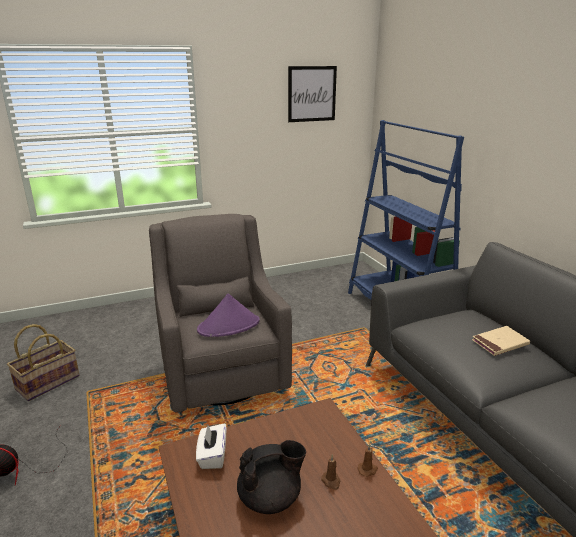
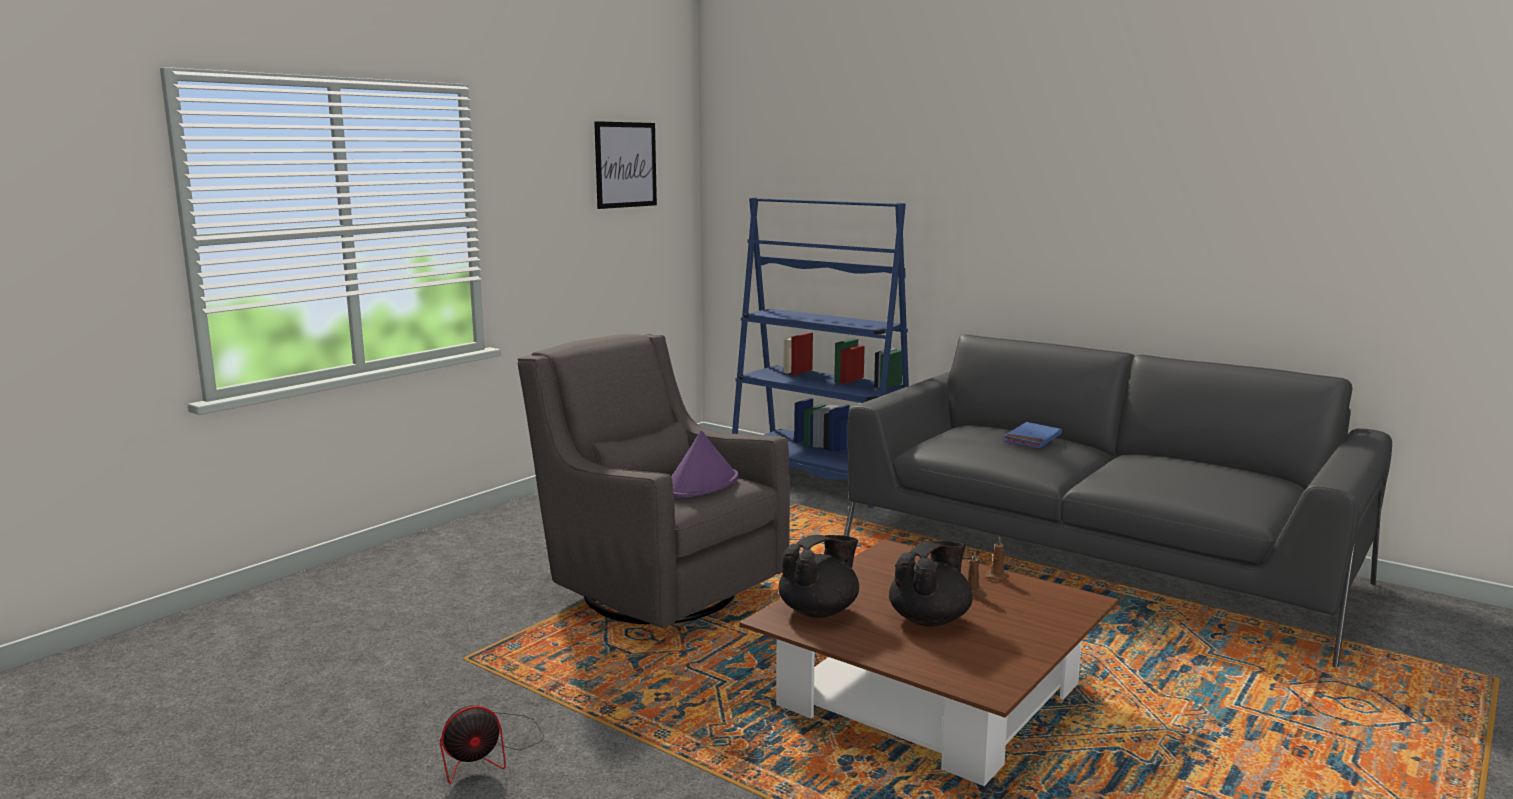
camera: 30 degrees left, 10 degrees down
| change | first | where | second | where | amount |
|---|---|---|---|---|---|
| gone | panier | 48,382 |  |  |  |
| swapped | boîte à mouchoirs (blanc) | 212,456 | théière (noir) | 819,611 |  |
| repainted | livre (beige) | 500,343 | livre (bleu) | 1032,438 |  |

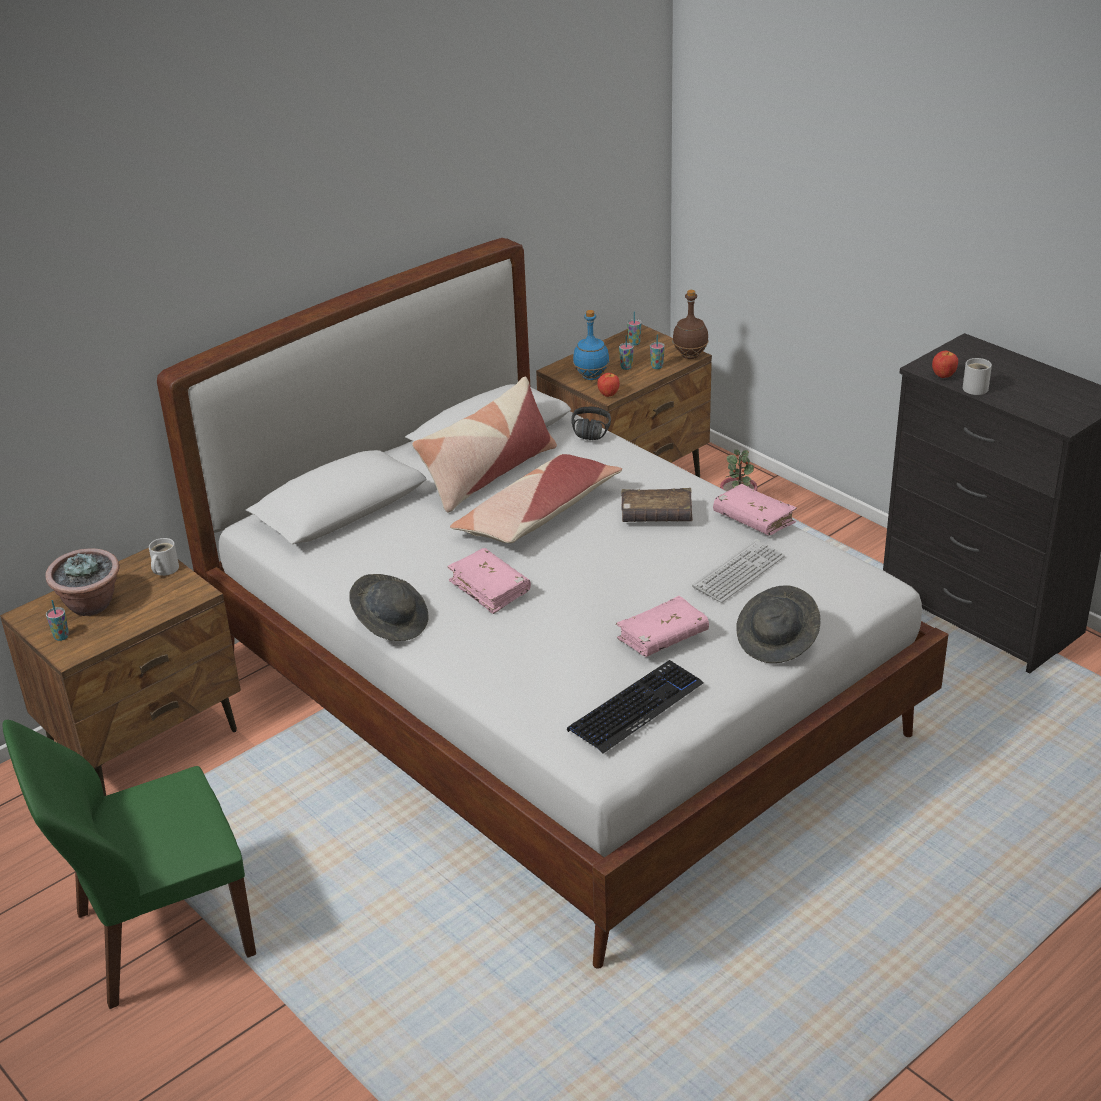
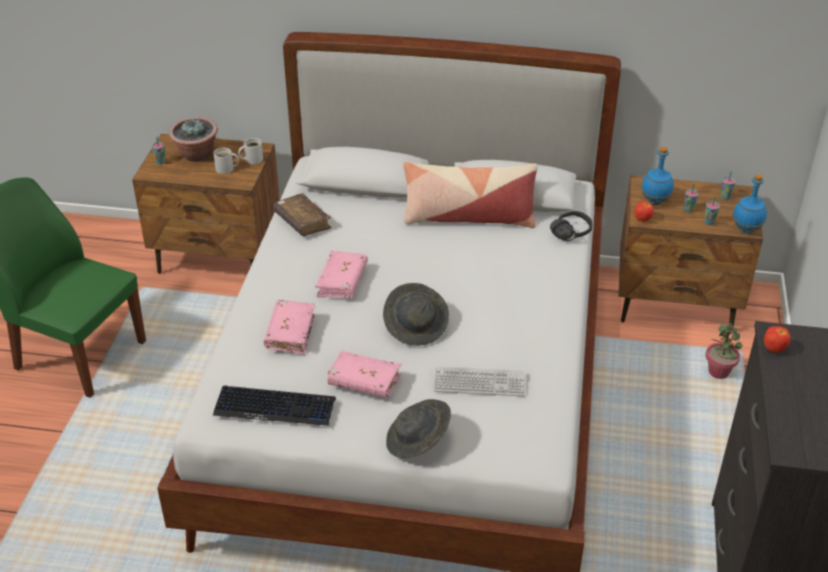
camera: 50 degrees right, 5 degrees up
| change | first | where | second | where | amount |
|---|---|---|---|---|---|
| gone | coussin | 537,515 |  |  |  |
| shifted | chapeau (gris) | 391,622 |  | 416,326 |  |
| shifted | livre (marron) | 656,515 |  | 302,222 |  |
| shifted | livre (rose) | 753,519 |  | 290,333 |  |
| shifted | mug (blanc) | 977,388 |  | 226,169 |  |
| repainted | bouteille (marron) | 690,355 | bouteille (bleu) | 746,229 |  |

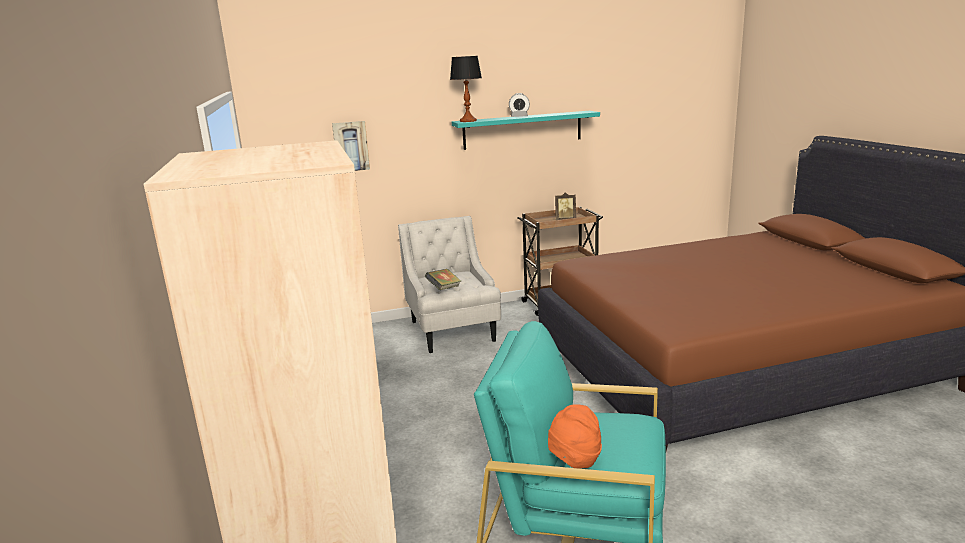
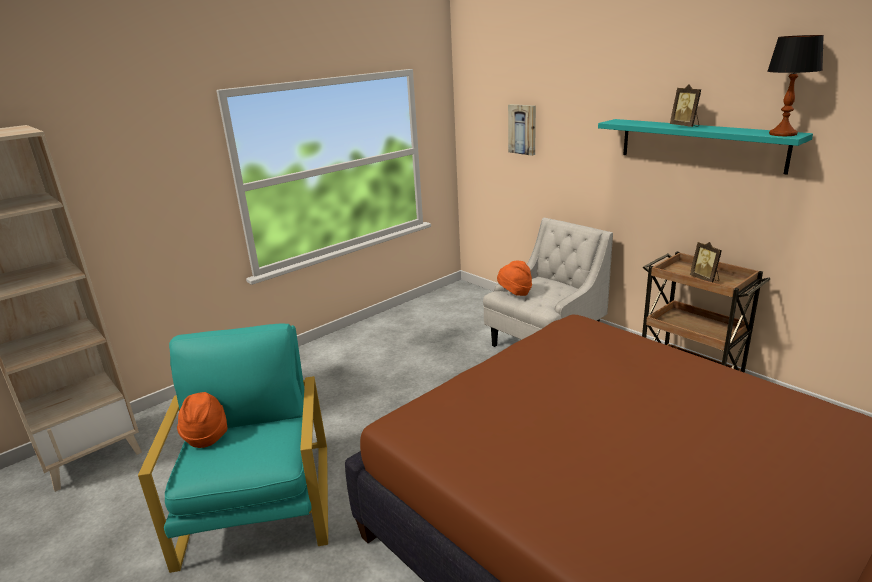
camera: 65 degrees right, 5 degrees up
| change | first | where | second | where | amount |
|---|---|---|---|---|---|
| shifted | lampe de table | 468,121 |  | 782,134 |  |
| swapped | livre | 444,289 | chapeau (orange) | 515,293 |  |
| swapped | réveil | 519,116 | cadre photo | 685,126 |  |

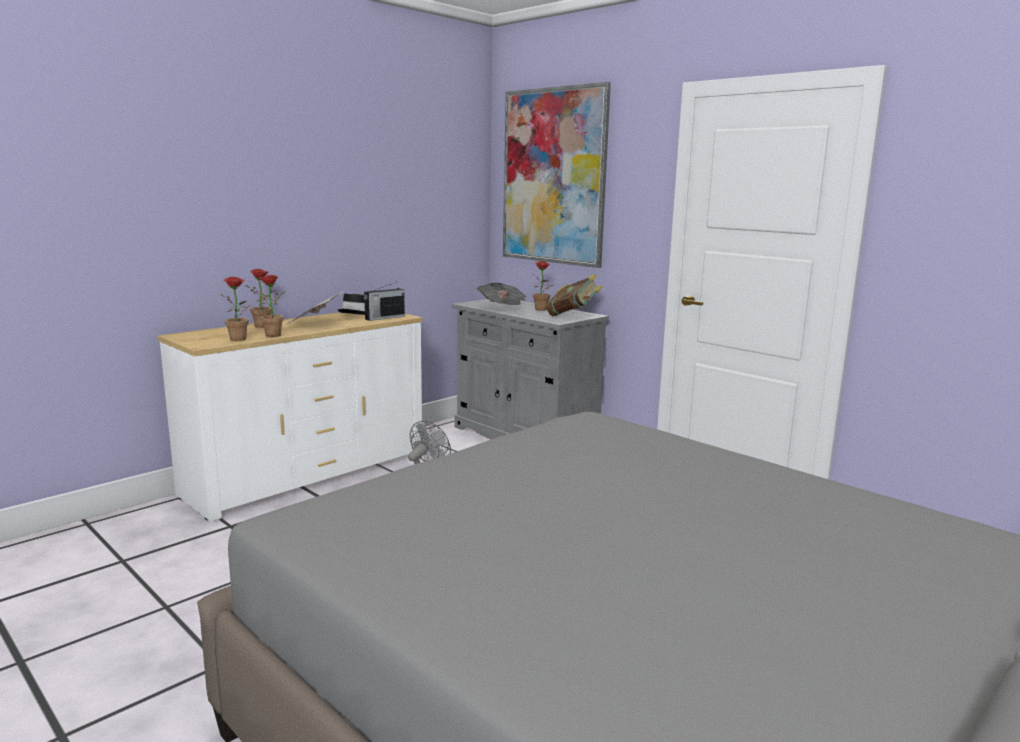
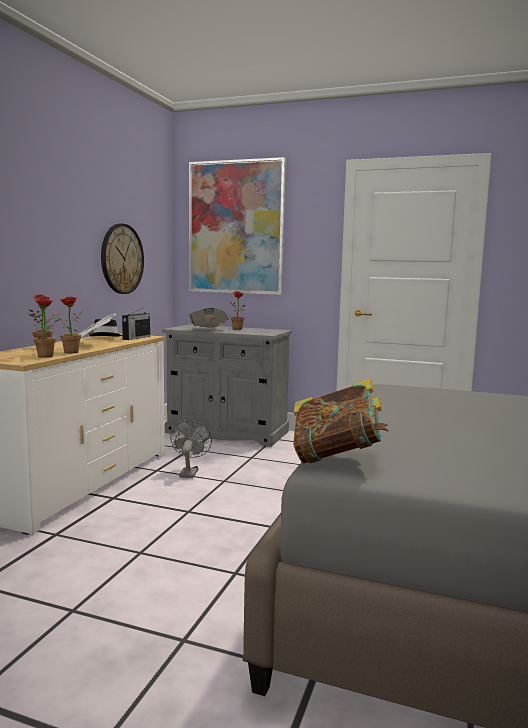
camera: 25 degrees left, 5 degrees down
| change | first | where | second | where | amount |
|---|---|---|---|---|---|
| new |  |  | horloge murale | 122,259 |  |
| shifted | livre | 573,316 |  | 336,457 |  |

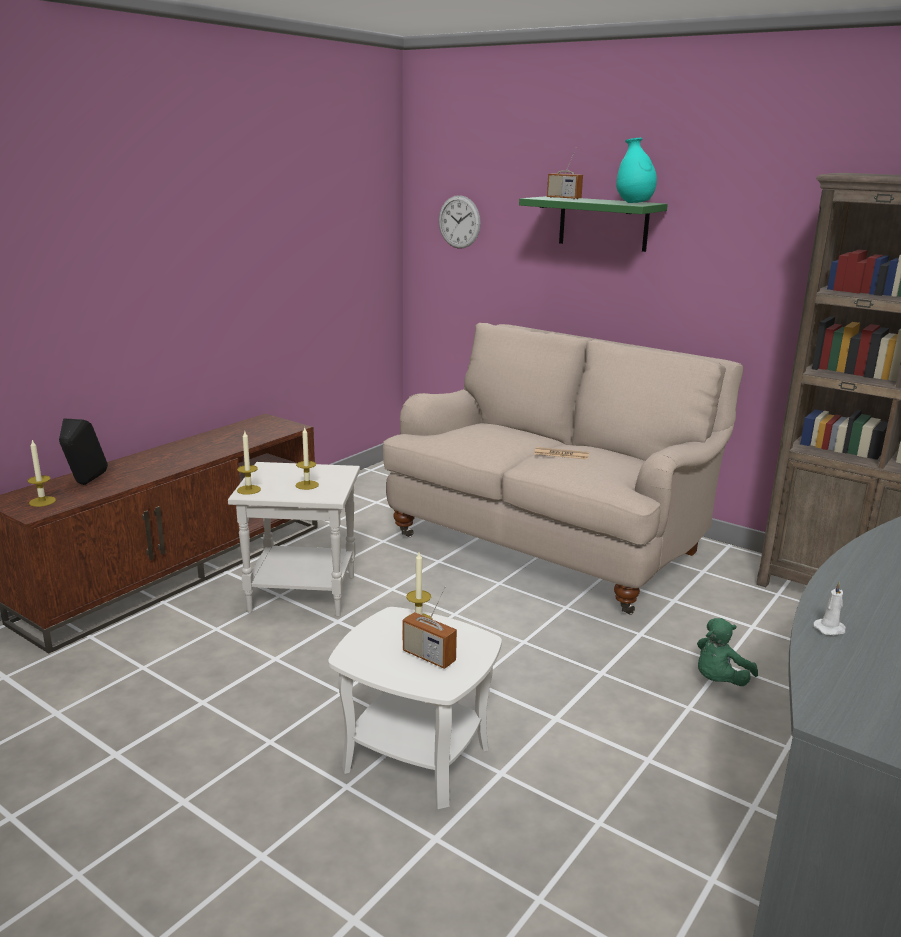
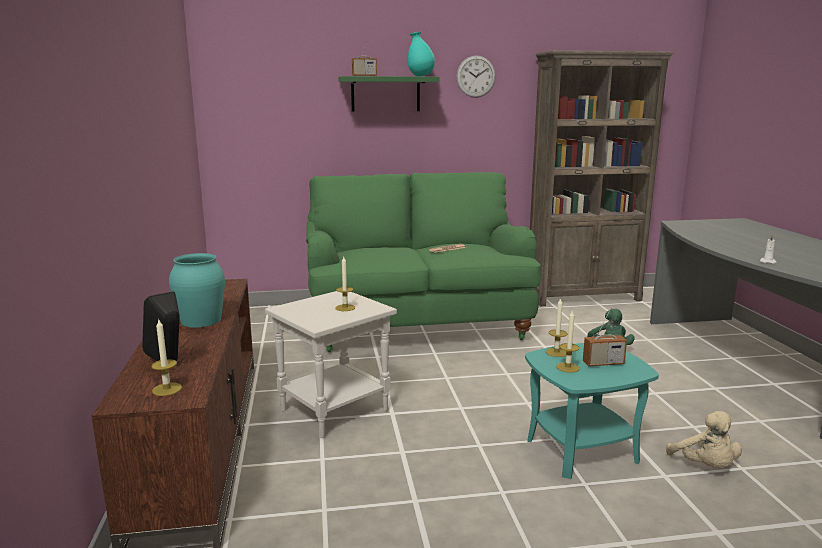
camera: 45 degrees left, 5 degrees down
| change | first | where | second | where | amount |
|---|---|---|---|---|---|
| new |  |  | vase (turquoise) | 201,320 |  |
| new |  |  | peluche (beige) | 705,466 |  |
| shifted | bougie | 248,490 |  | 567,367 |  |
| shifted | horloge murale | 459,222 |  | 475,76 |  |
| repainted | table d'appoint (blanc) | 417,758 | table d'appoint (turquoise) | 582,450 |  |
| repainted | canapé (beige) | 551,542 | canapé (vert) | 416,323 |  |

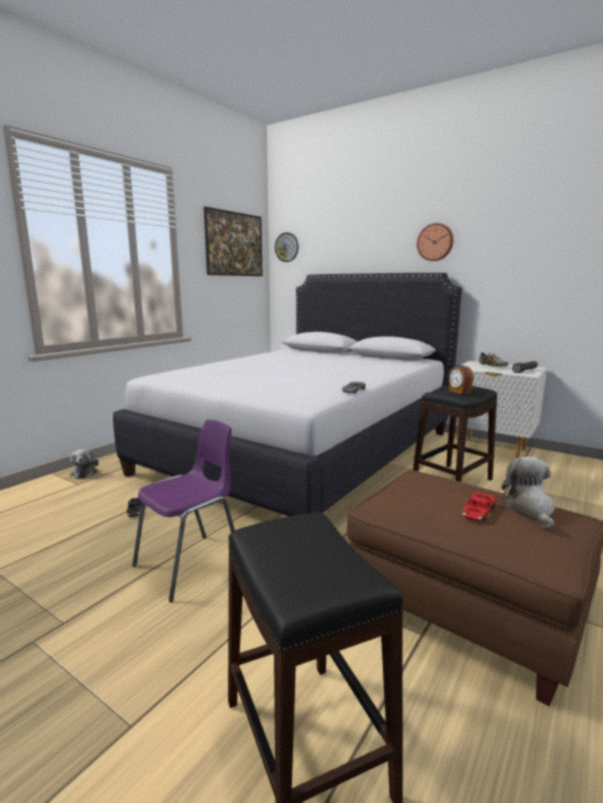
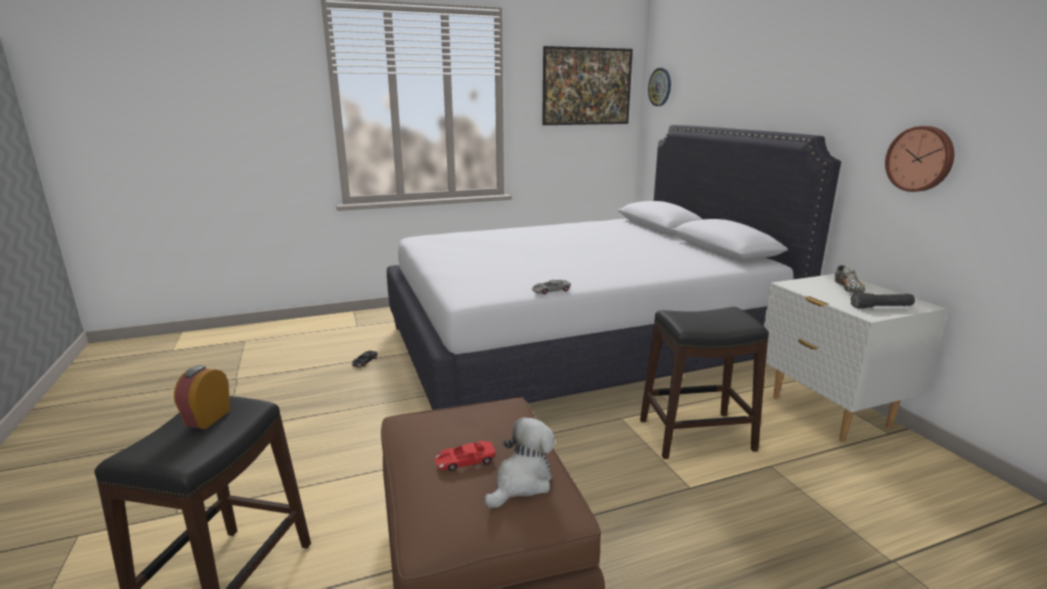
camera: 35 degrees right, 5 degrees up
| change | first | where | second | where | amount |
|---|---|---|---|---|---|
| gone | peluche | 84,472 |  |  |  |
| gone | chaise (violet) | 191,564 |  |  |  |
| shifted | horloge murale | 435,242 |  | 920,159 |  |
| shifted | réveil | 459,392 |  | 207,418 |  |

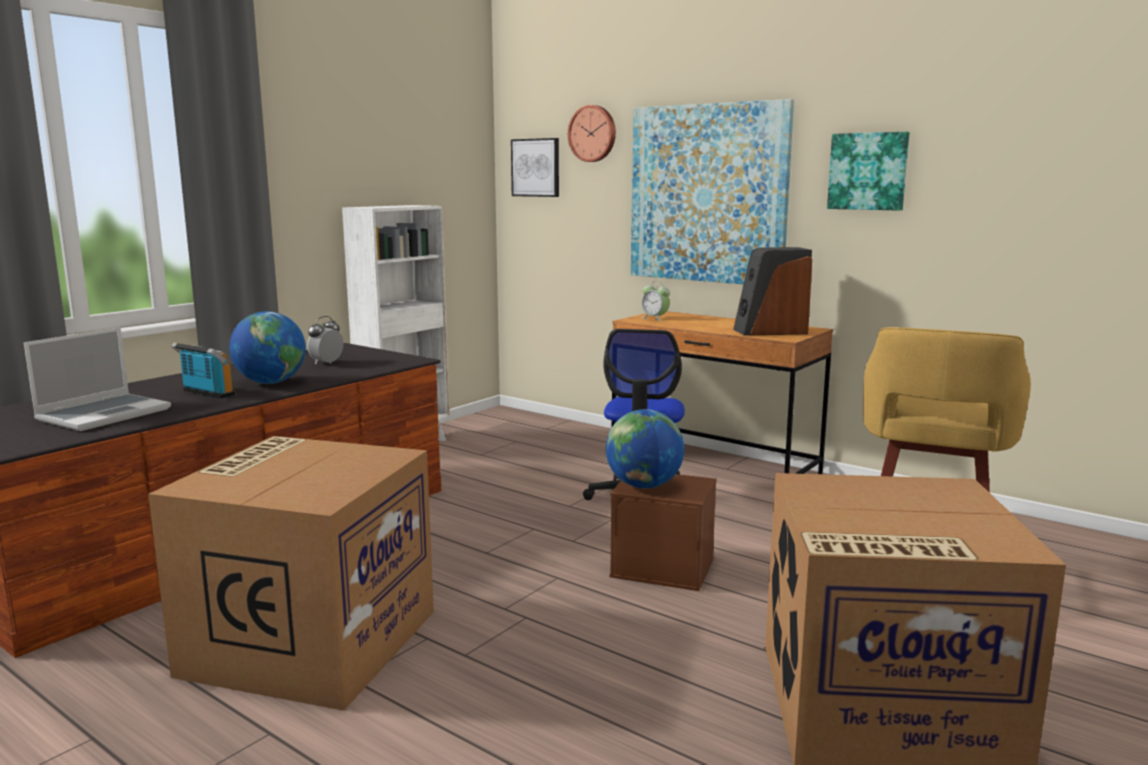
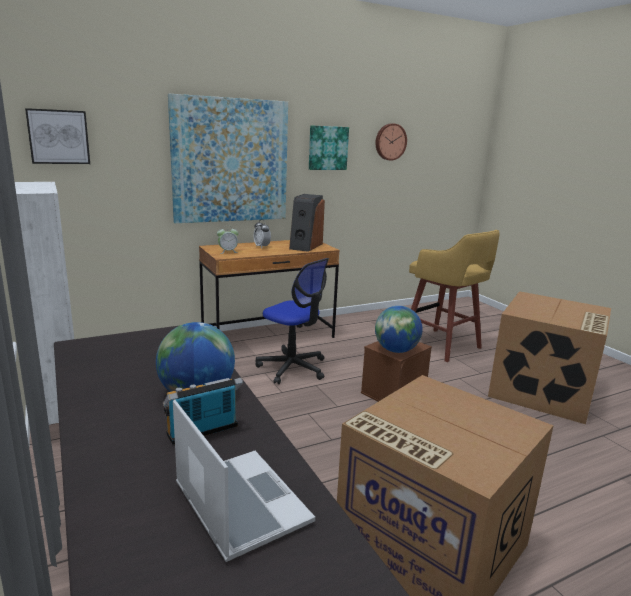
camera: 65 degrees left, 5 degrees up
| change | first | where | second | where | amount |
|---|---|---|---|---|---|
| shifted | réveil | 326,363 |  | 262,247 |  |
| shifted | horloge murale | 593,133 |  | 390,142 |  |

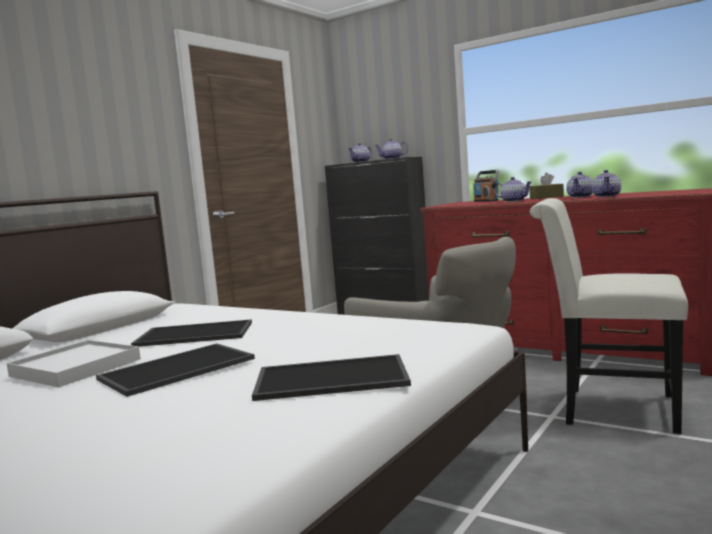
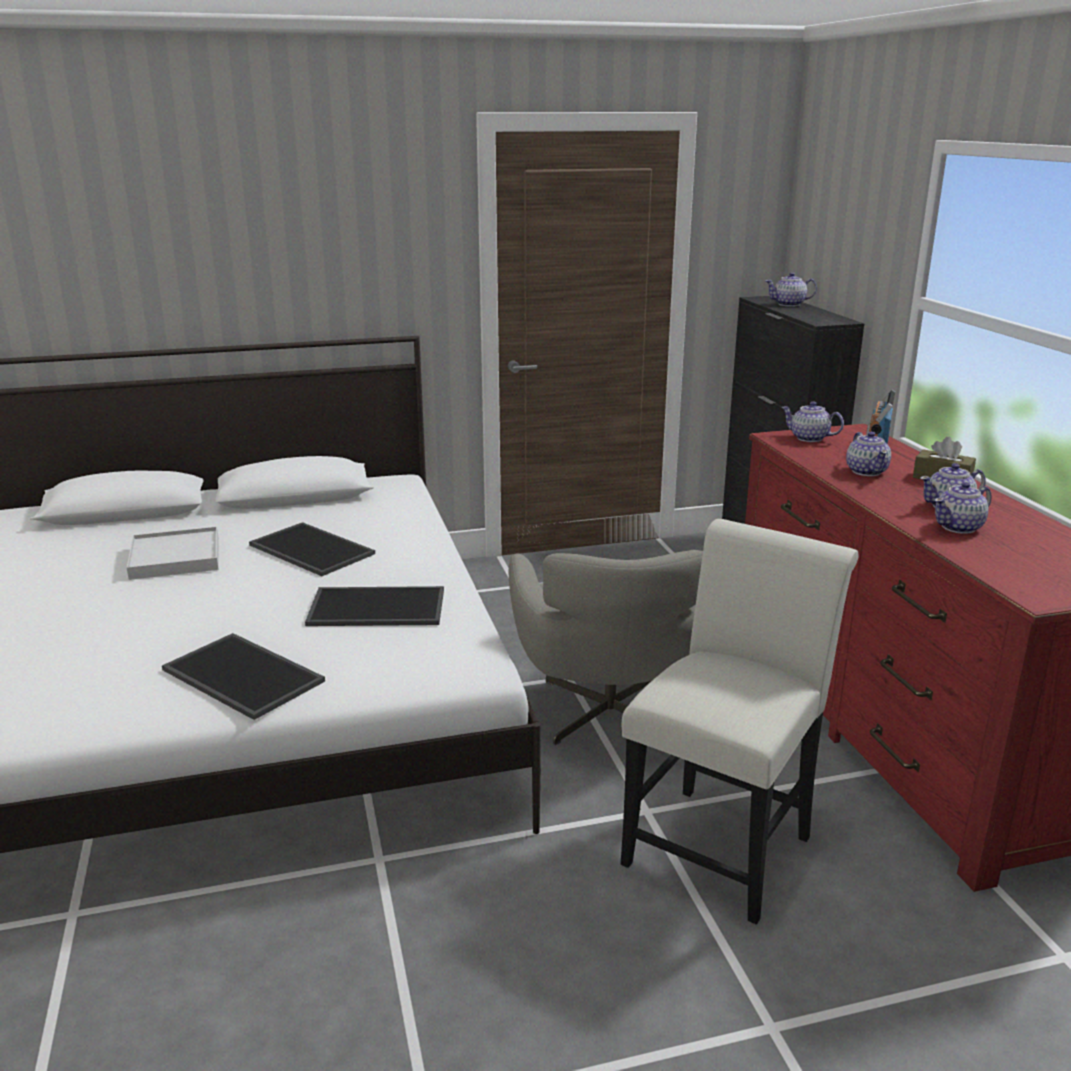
camera: 40 degrees right, 15 degrees up
| change | first | where | second | where | amount |
|---|---|---|---|---|---|
| shifted | plateau | 177,370 |  | 375,608 |  |
| shifted | théière | 392,158 |  | 809,438 |  |
| rotated | chaise (blanc) | 609,409 |  | 724,843 | 60 degrees clockwise |

